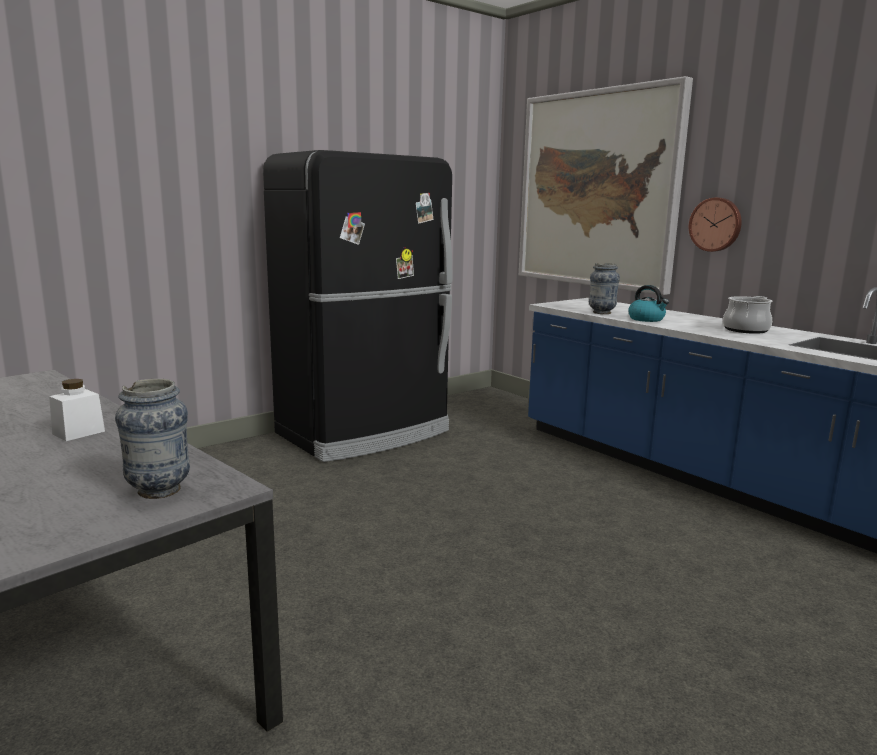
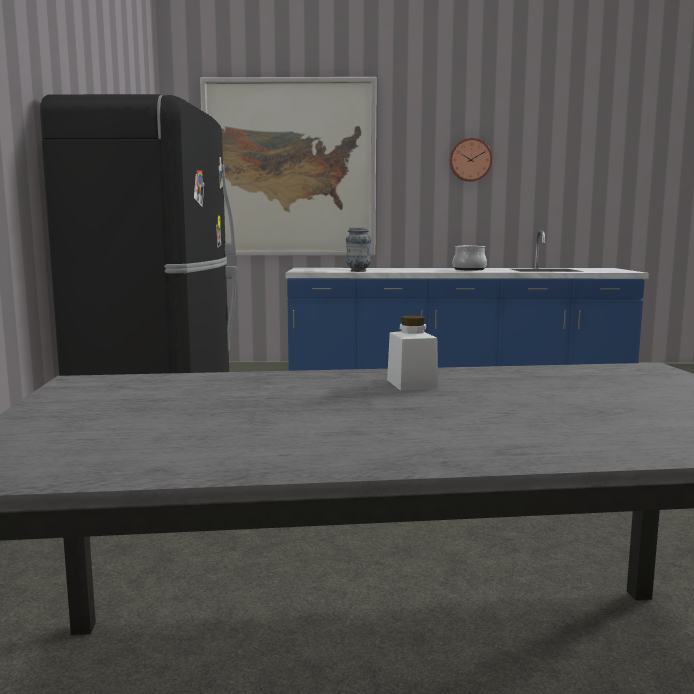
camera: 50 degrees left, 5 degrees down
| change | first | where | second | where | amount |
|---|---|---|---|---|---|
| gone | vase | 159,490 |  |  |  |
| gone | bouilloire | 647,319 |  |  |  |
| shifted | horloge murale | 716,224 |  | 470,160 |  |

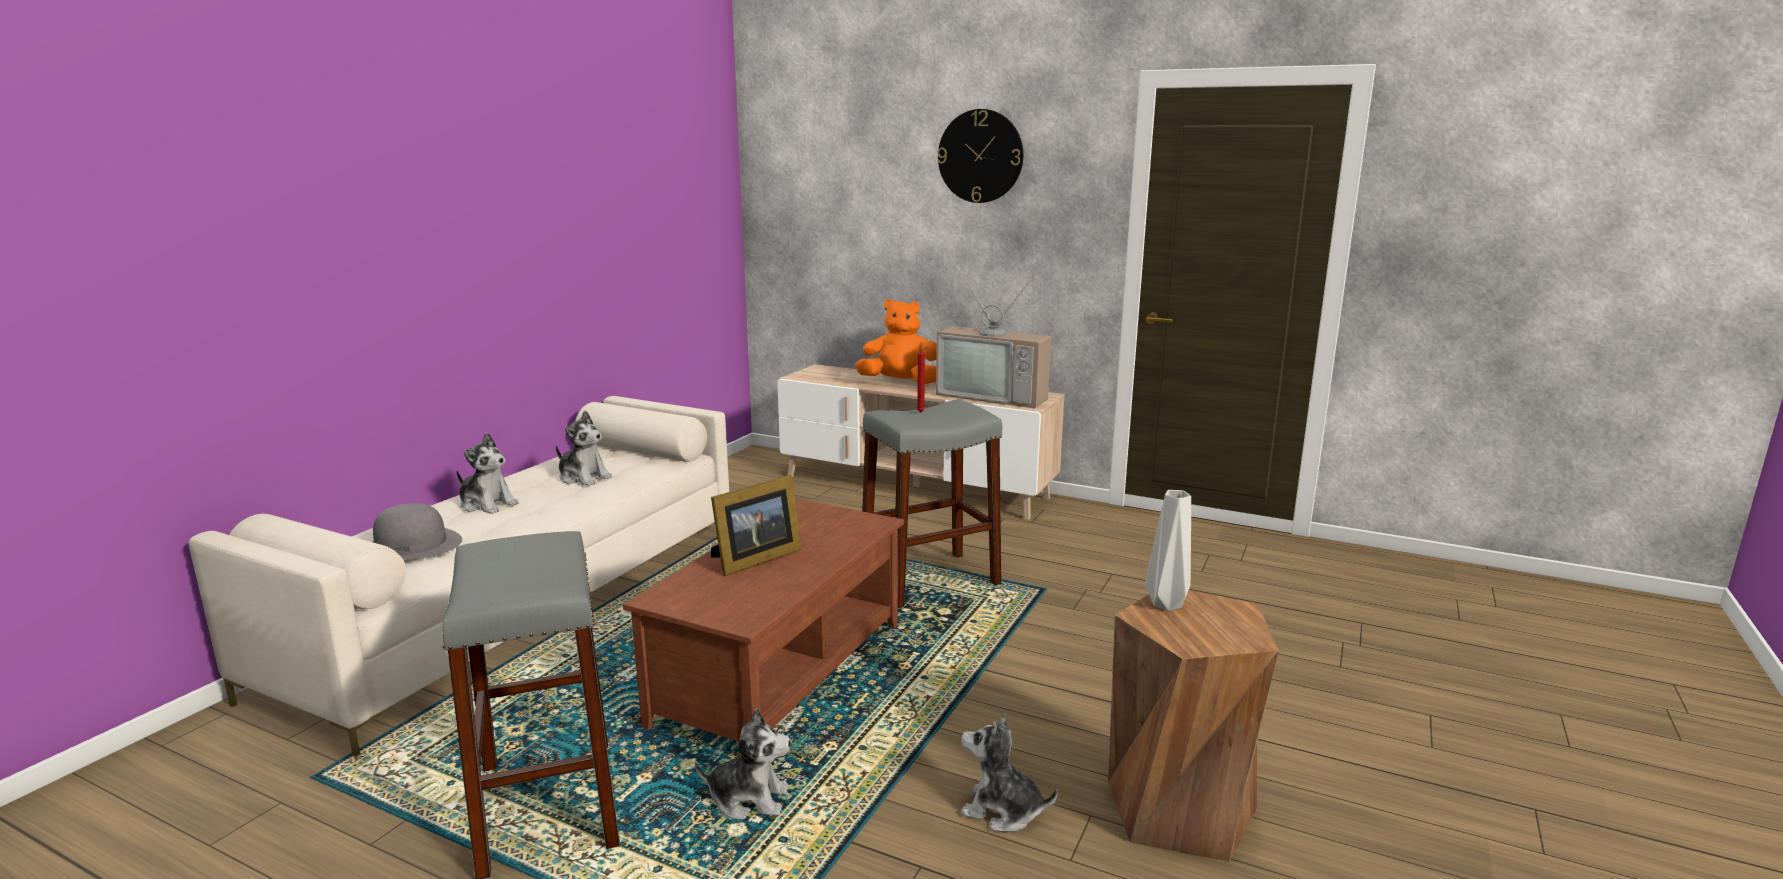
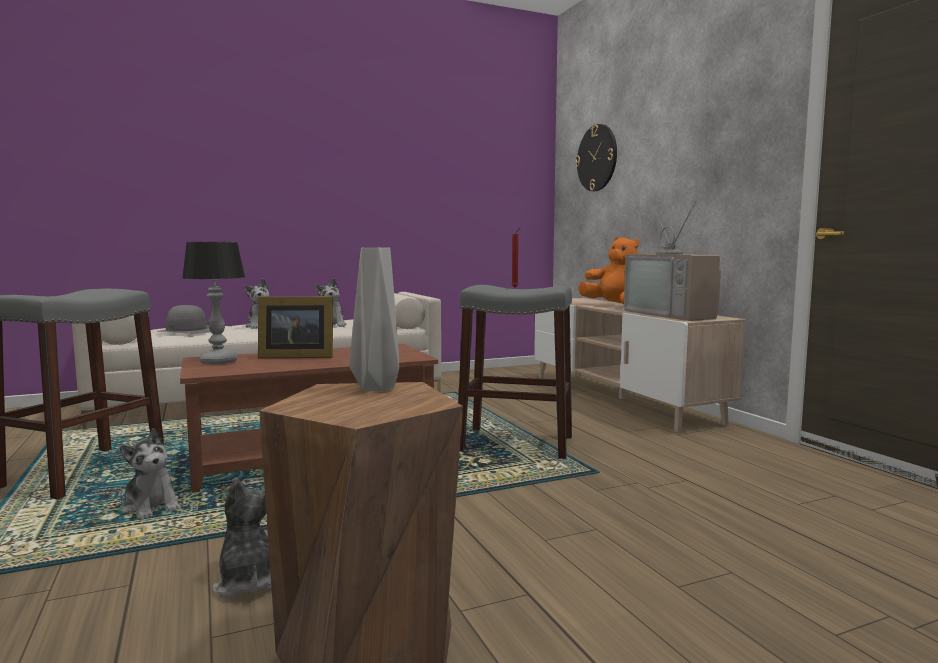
camera: 40 degrees right, 10 degrees down
| change | first | where | second | where | amount |
|---|---|---|---|---|---|
| new |  |  | lampe de table | 219,361 |  |
| shifted | horloge murale | 980,156 |  | 597,158 |  |

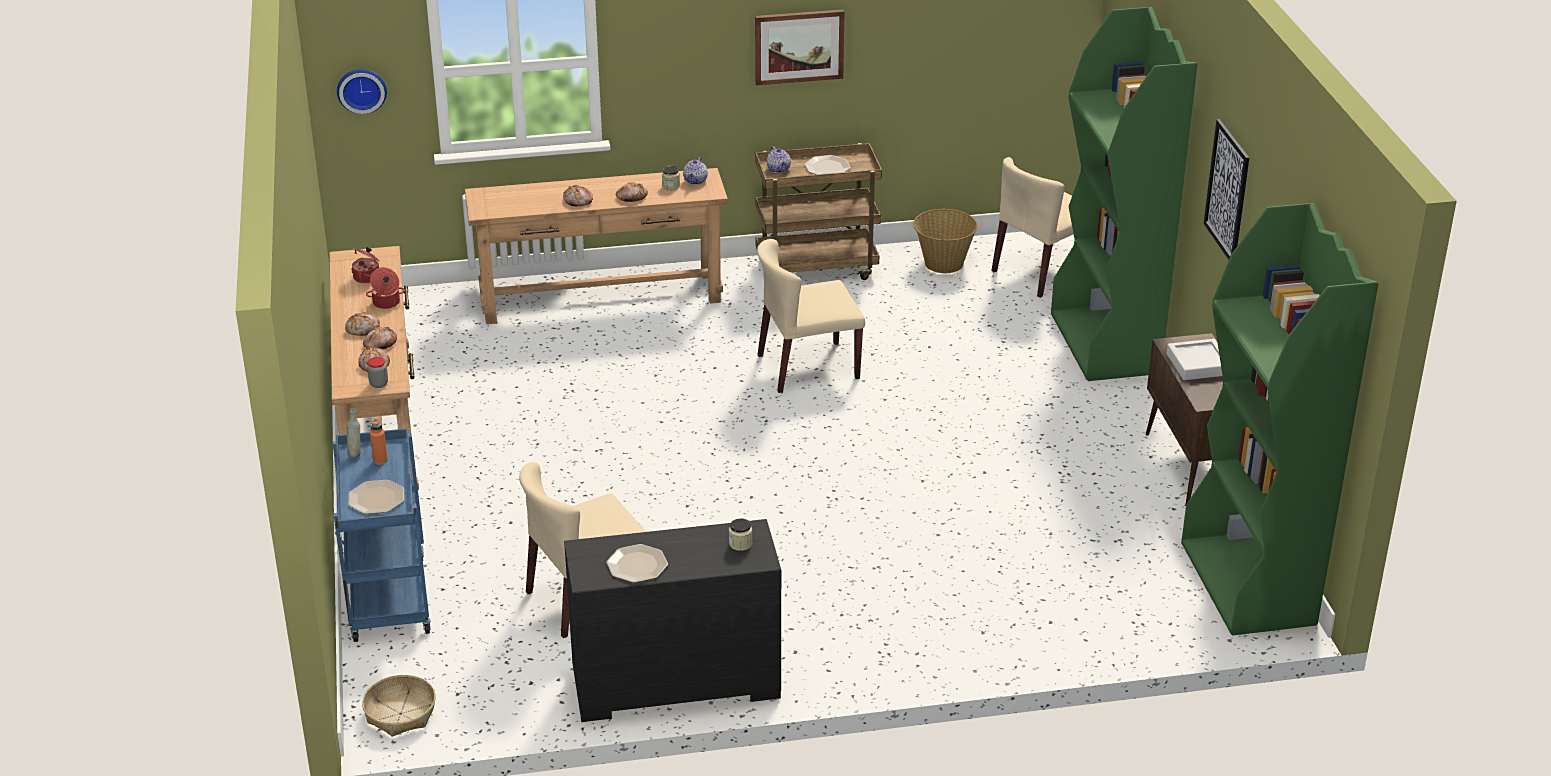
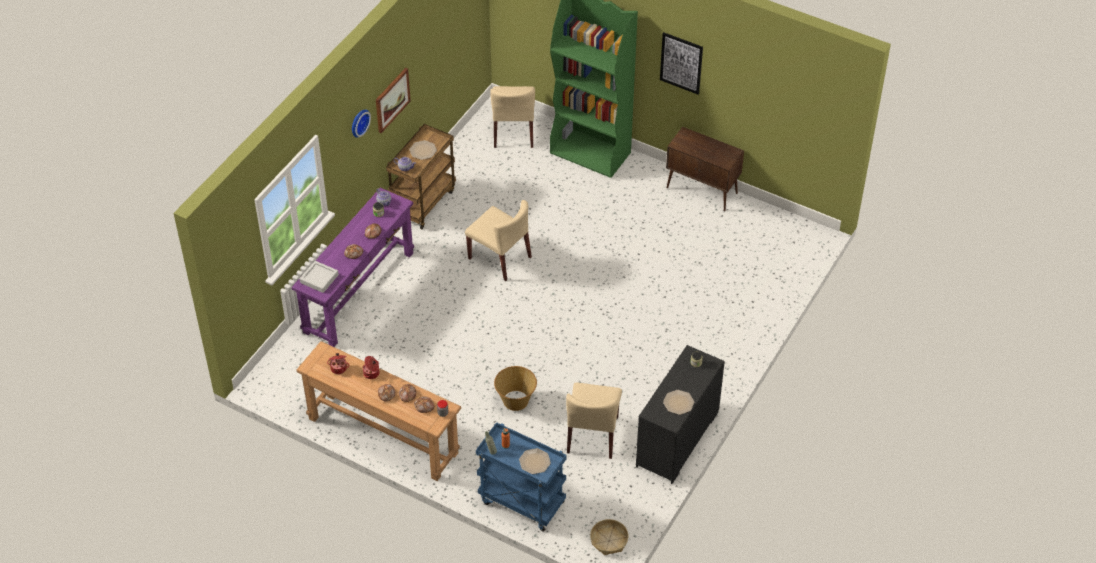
camera: 50 degrees left, 15 degrees up
| change | first | where | second | where | amount |
|---|---|---|---|---|---|
| gone | bibliothèque (vert) | 1248,584 |  |  |  |
| shifted | horloge murale | 361,89 |  | 358,122 |  |
| shifted | panier | 943,264 |  | 515,401 |  |
| shifted | plateau (gris) | 1198,364 |  | 319,279 |  |
| repainted | table console (marron) | 601,298 | table console (violet) | 359,292 |  |
| rotated | chaise (beige) | 807,367 |  | 500,258 | 75 degrees counterclockwise |

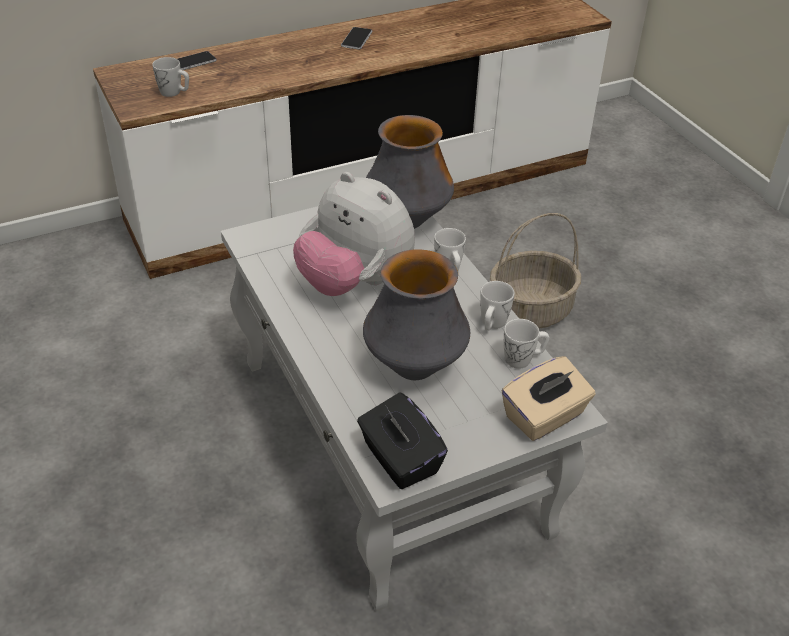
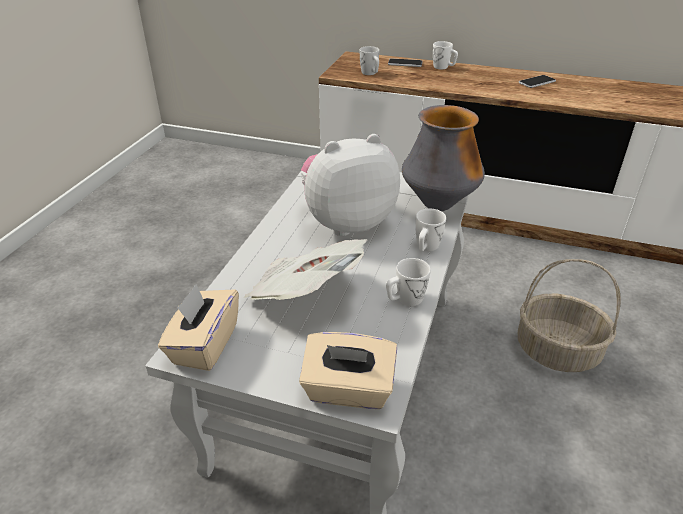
camera: 45 degrees right, 5 degrees down
| change | first | where | second | where | amount |
|---|---|---|---|---|---|
| shifted | mug (blanc) | 523,359 |  | 443,67 |  |
| swapped | vase | 414,367 | journal | 305,294 |  |
| repainted | boîte à mouchoirs (noir) | 399,460 | boîte à mouchoirs (beige) | 204,345 |  |
| rotated | peluche | 354,282 |  | 346,222 | 75 degrees clockwise |

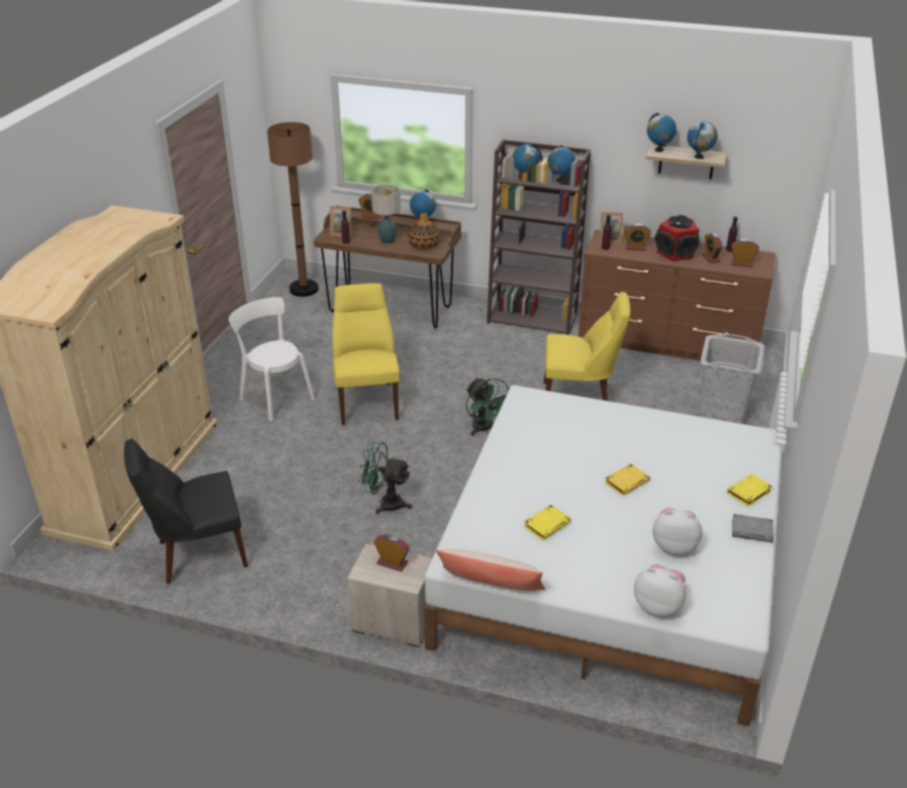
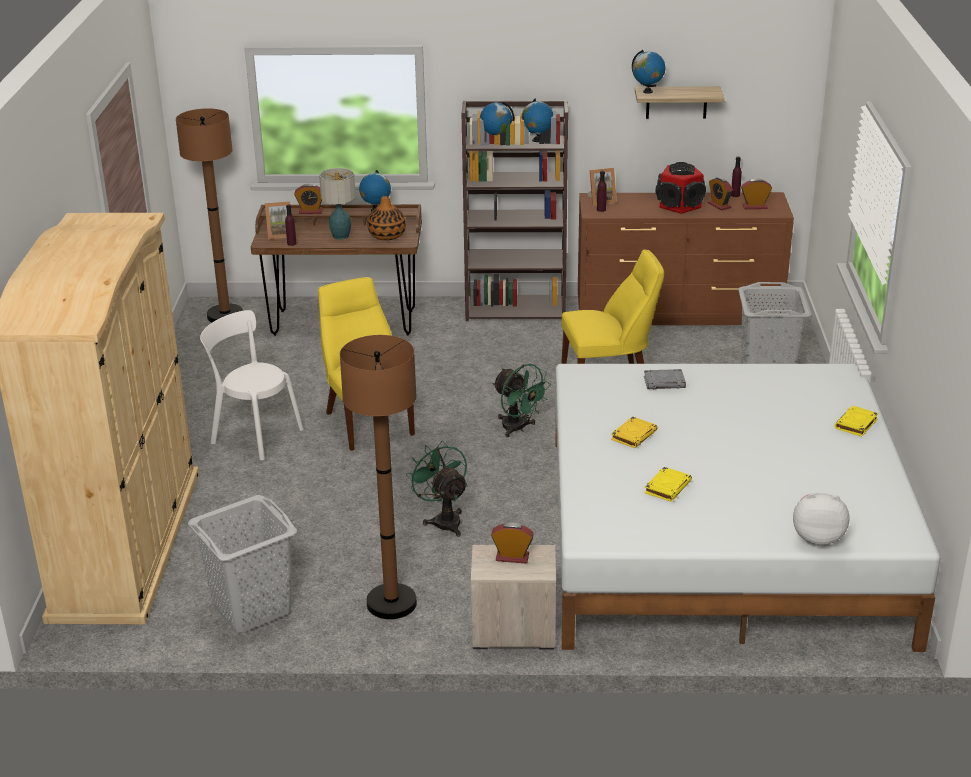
camera: 15 degrees left, 5 degrees down
| change | first | where | second | where | amount |
|---|---|---|---|---|---|
| gone | coussin (beige) | 490,586 |  |  |  |
| gone | réveil | 635,247 |  |  |  |
| gone | peluche | 674,546 |  |  |  |
| gone | globe | 699,157 |  |  |  |
| new |  |  | lampadaire (marron) | 391,603 |  |
| shifted | livre (jaune) | 627,482 |  | 634,435 |  |
| shifted | livre (gris) | 752,531 |  | 664,382 |  |
| swapped | chaise (noir) | 198,554 | panier à linge (gris) | 251,608 |  |
| rotated | ventilateur (vert) | 385,503 |  | 443,520 | 60 degrees clockwise |

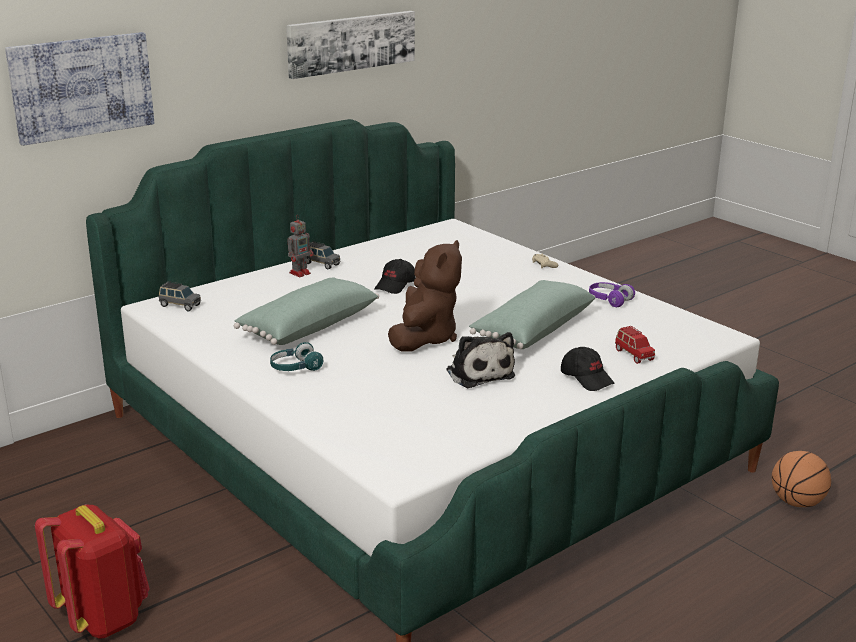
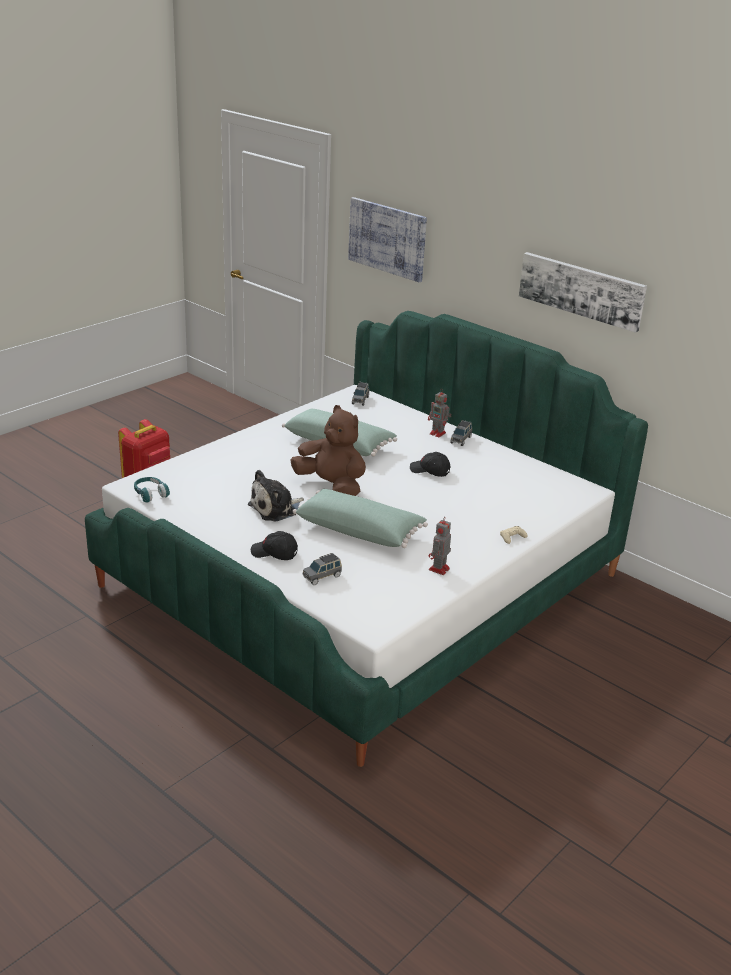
camera: 80 degrees right, 5 degrees up
| change | first | where | second | where | amount |
|---|---|---|---|---|---|
| gone | ballon de basket | 797,502 |  |  |  |
| shifted | casque audio (turquoise) | 295,368 |  | 150,494 |  |
| swapped | casque audio (violet) | 609,300 | robot jouet | 438,569 |  |
| repainted | petite voiture (rouge) | 633,355 | petite voiture (gris) | 322,577 |  |
| rotated | peluche (marron) | 424,338 |  | 331,486 | 150 degrees counterclockwise |
| rotated | casquette (noir) | 587,378 |  | 274,553 | 60 degrees clockwise |

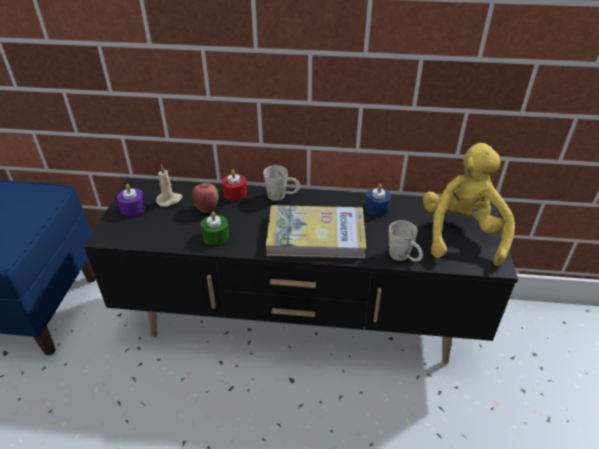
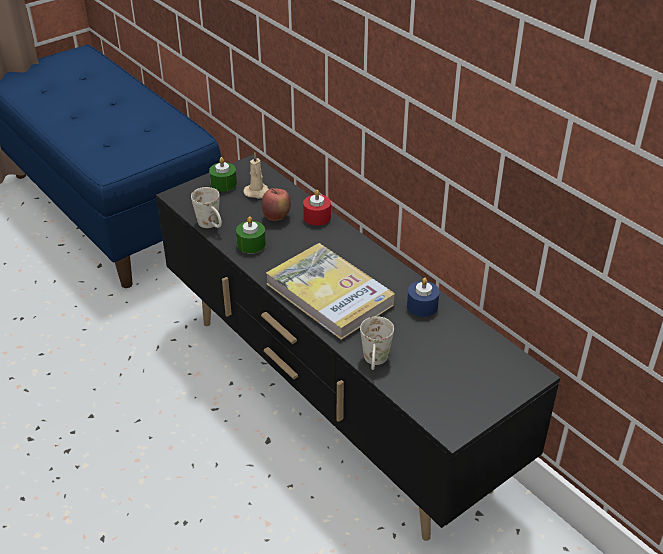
camera: 45 degrees right, 0 degrees up
| change | first | where | second | where | amount |
|---|---|---|---|---|---|
| gone | peluche (jaune) | 461,234 |  |  |  |
| shifted | mug (blanc) | 282,196 |  | 212,225 |  |
| repainted | bougie (violet) | 133,208 | bougie (vert) | 223,184 |  |

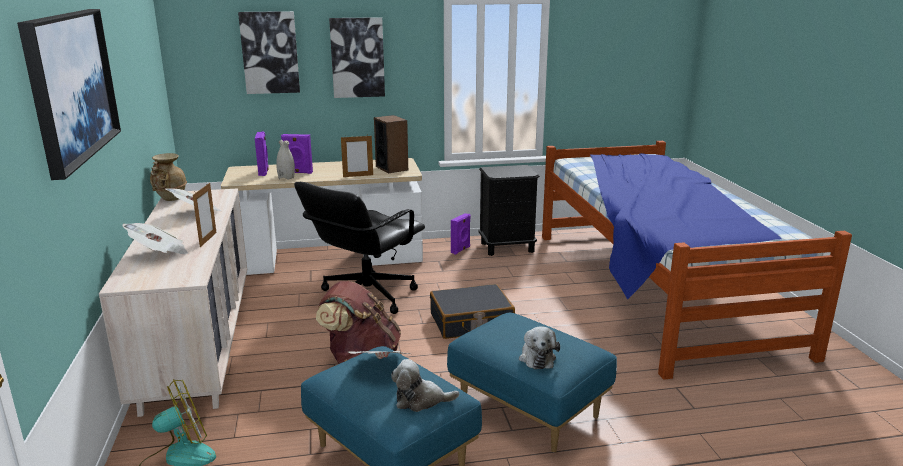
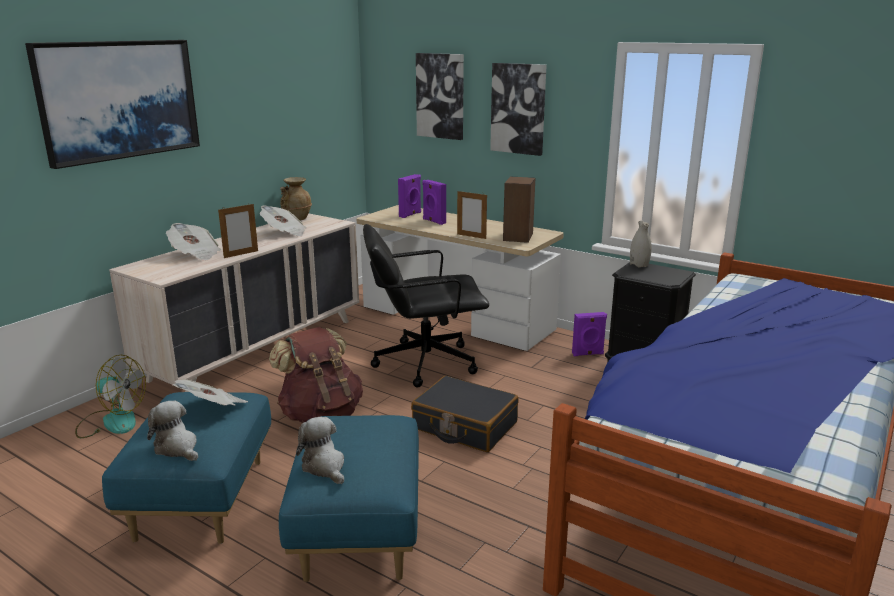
camera: 45 degrees right, 0 degrees up
| change | first | where | second | where | amount |
|---|---|---|---|---|---|
| shifted | vase (blanc) | 286,178 |  | 639,265 |  |
| rotated | peluche | 537,357 |  | 324,466 | 105 degrees clockwise |

